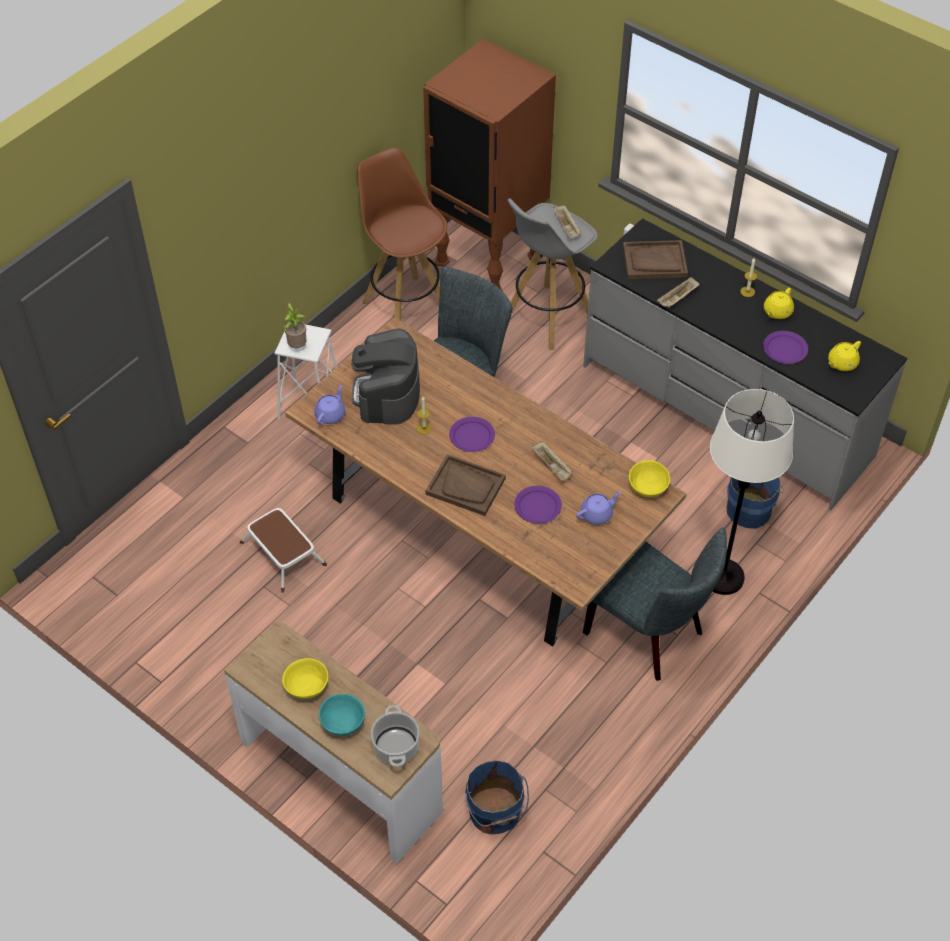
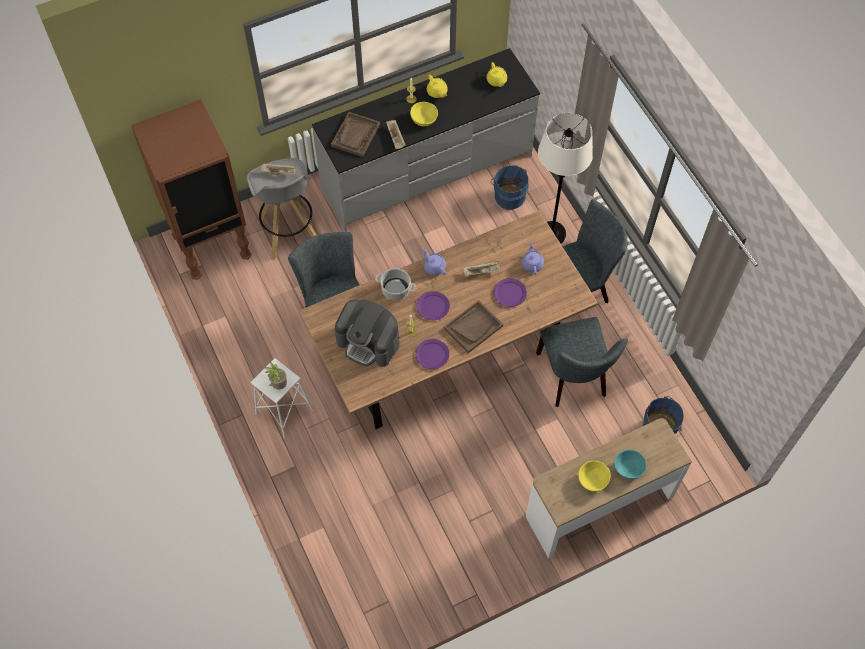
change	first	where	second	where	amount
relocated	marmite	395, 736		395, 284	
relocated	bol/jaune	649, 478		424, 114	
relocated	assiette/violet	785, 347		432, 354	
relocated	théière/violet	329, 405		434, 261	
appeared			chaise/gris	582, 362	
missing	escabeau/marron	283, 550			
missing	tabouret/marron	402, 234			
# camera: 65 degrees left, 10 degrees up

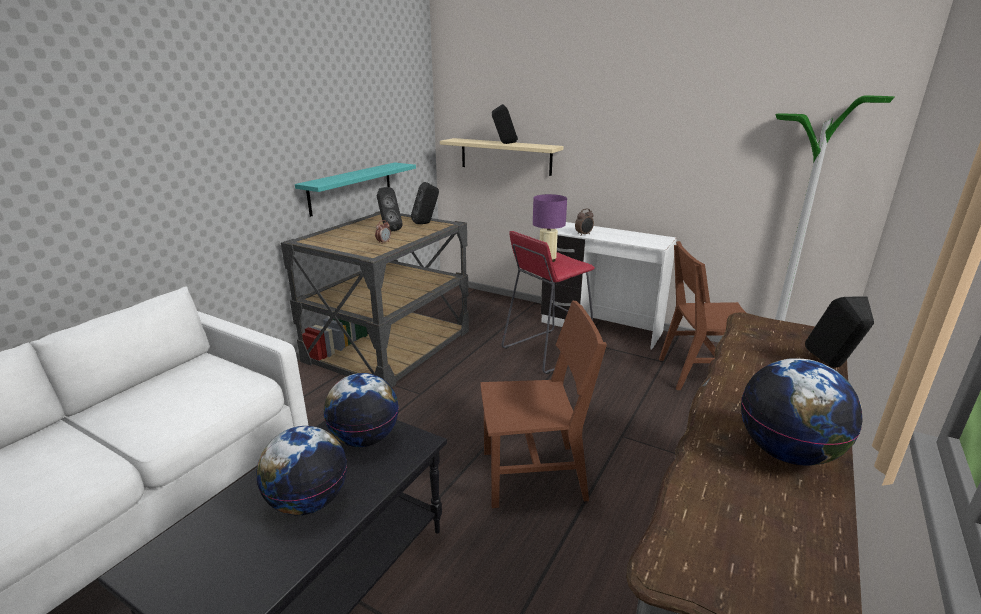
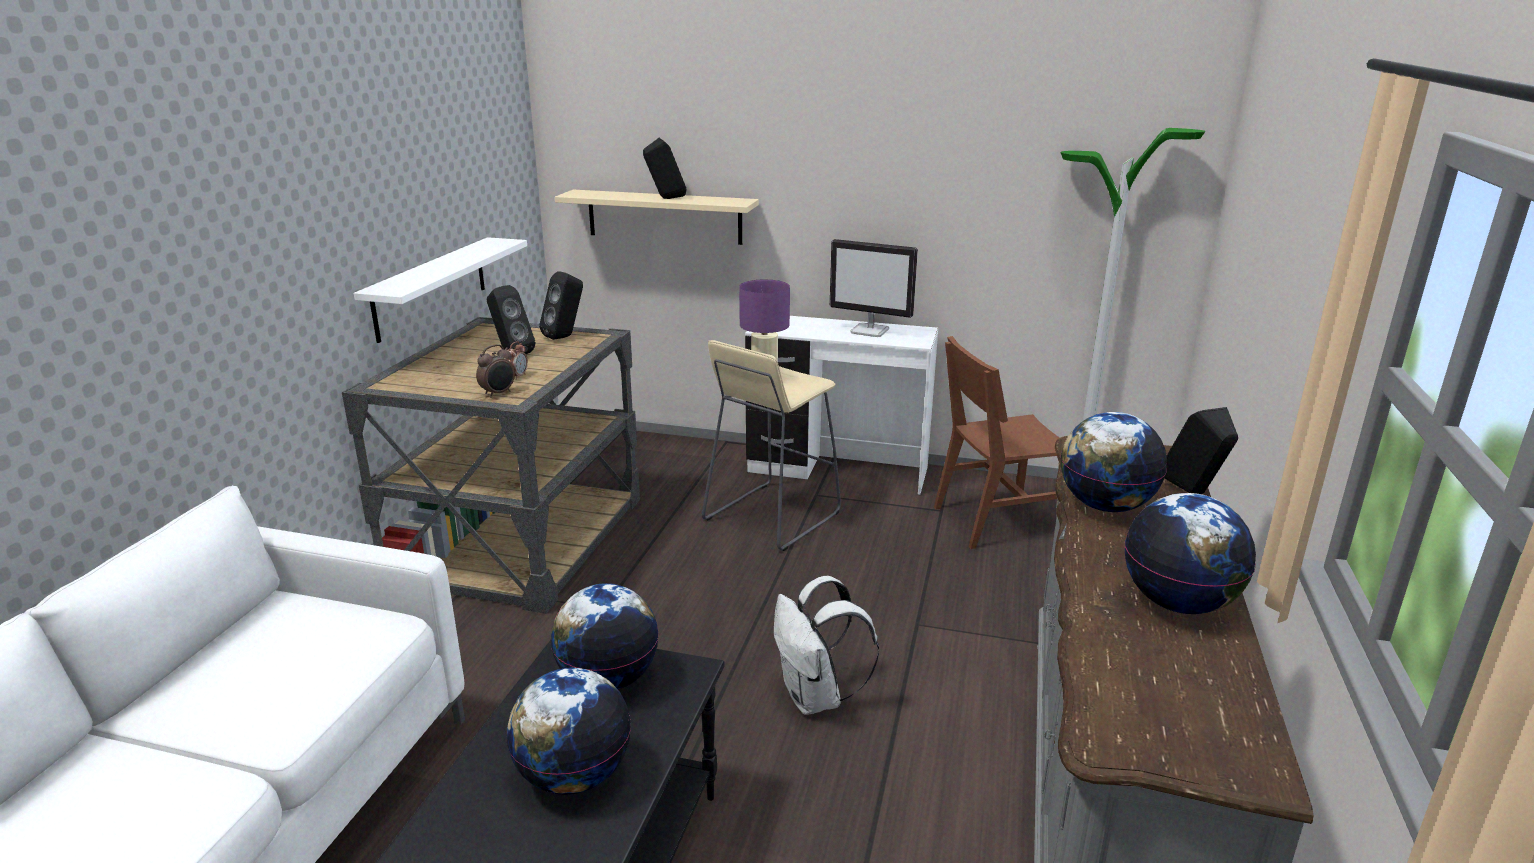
change	first	where	second	where	amount
colour	étagère/turquoise	355, 189	étagère/blanc	440, 290	
relocated	réveil	584, 222		495, 371	
colour	tabouret/rouge	548, 302	tabouret/beige	771, 445	
exchanged	chaise/marron	543, 404	sac à dos/blanc	826, 645	
appeared			écran d'ordinateur	874, 288	
appeared			globe	1114, 462	
# camera: 15 degrees left, 0 degrees up

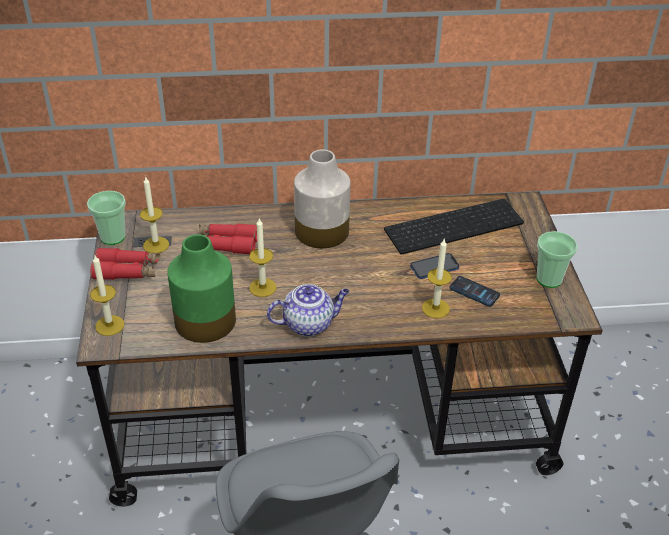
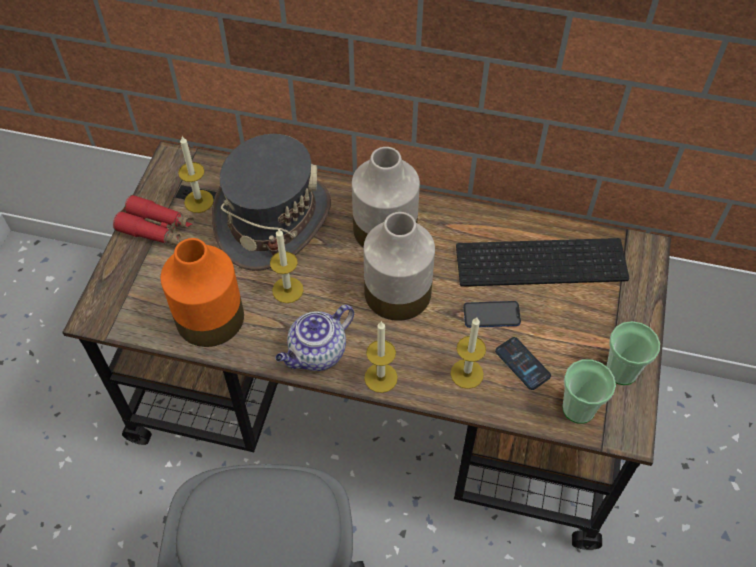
change	first	where	second	where	amount
colour	vase/vert	201, 288	vase/orange	202, 292	
exchanged	jumelles/rouge	228, 239	chapeau/gris	271, 202	
spun	théière	308, 310		315, 338	135 degrees clockwise
appeared			vase/beige	399, 266	
relocated	bougie	107, 295		381, 357	
relocated	tasse	106, 218		589, 391	
# camera: 20 degrees right, 15 degrees up

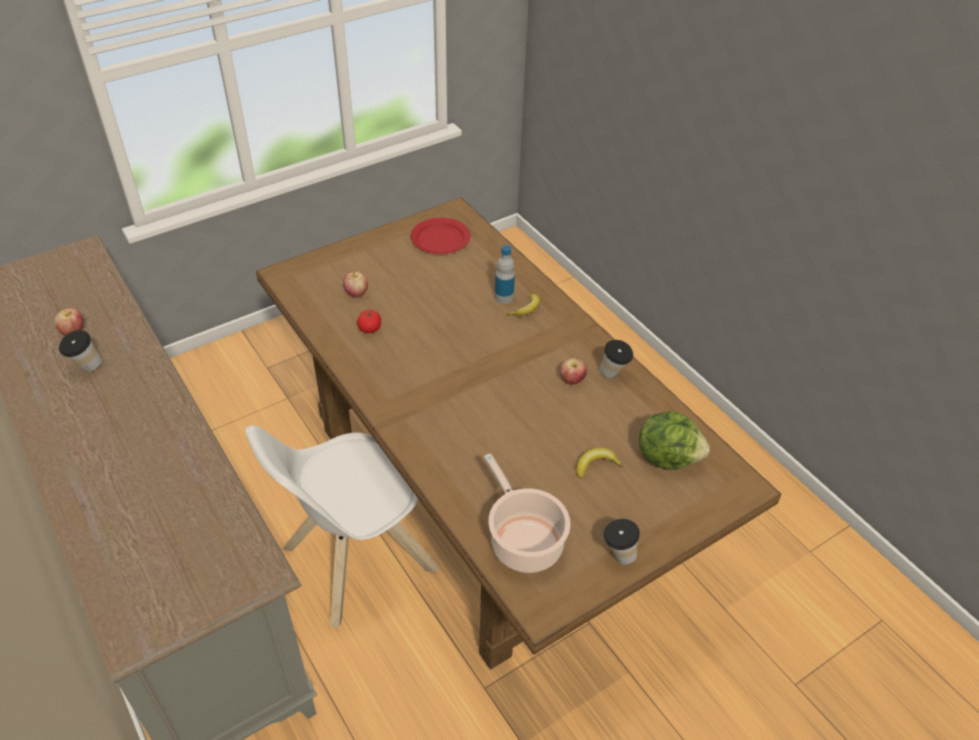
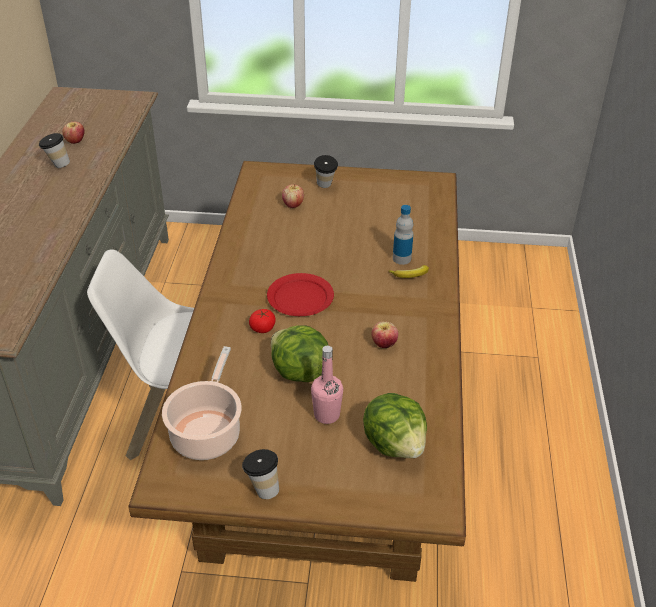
change	first	where	second	where	amount
relocated	tomate	369, 321		262, 321	
relocated	assiette/rouge	440, 236		300, 294	
appeared			laitue	300, 353	
exchanged	banane	599, 463	bouteille/rose	327, 385	
relocated	tasse	616, 359		326, 171	
# camera: 40 degrees right, 5 degrees down

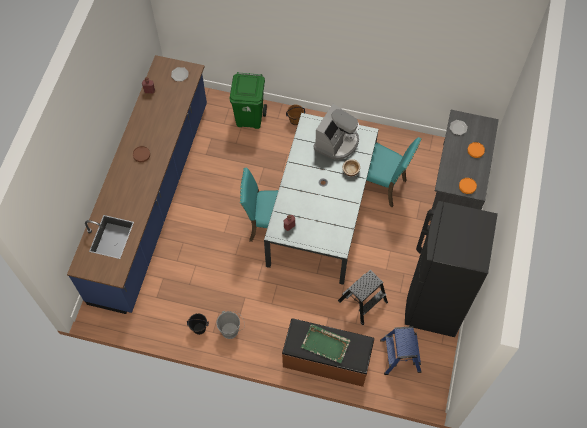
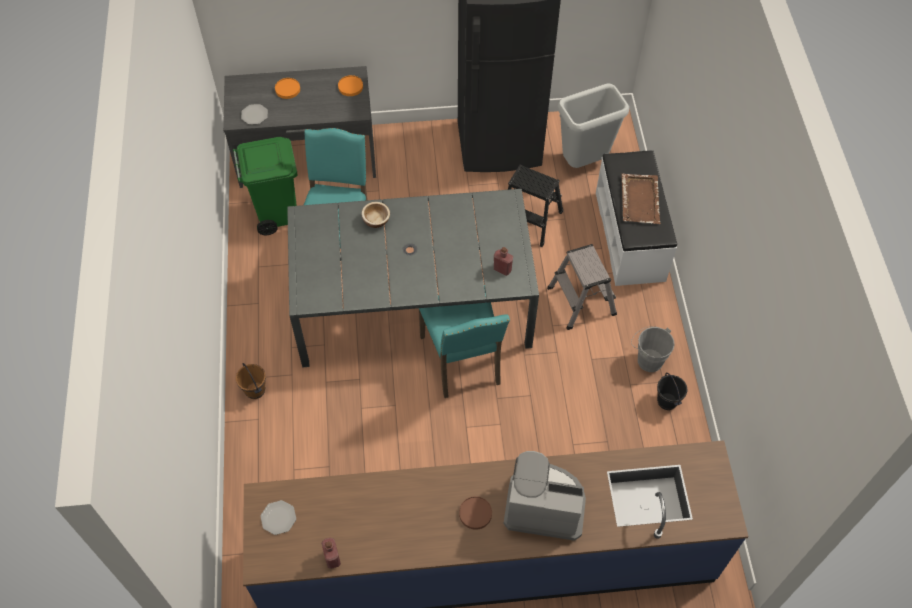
change	first	where	second	where	amount
relocated	poubelle/vert	248, 100		265, 186	
relocated	machine à café	336, 132		544, 496	
appeared			escabeau/gris	582, 287	
exchanged	escabeau/bleu	400, 350	poubelle/gris	593, 125	
colour	banc/marron	328, 352	banc/blanc	636, 218	
colour	plateau/vert	326, 343	plateau/marron	641, 198	
# camera: 110 degrees left, 5 degrees down

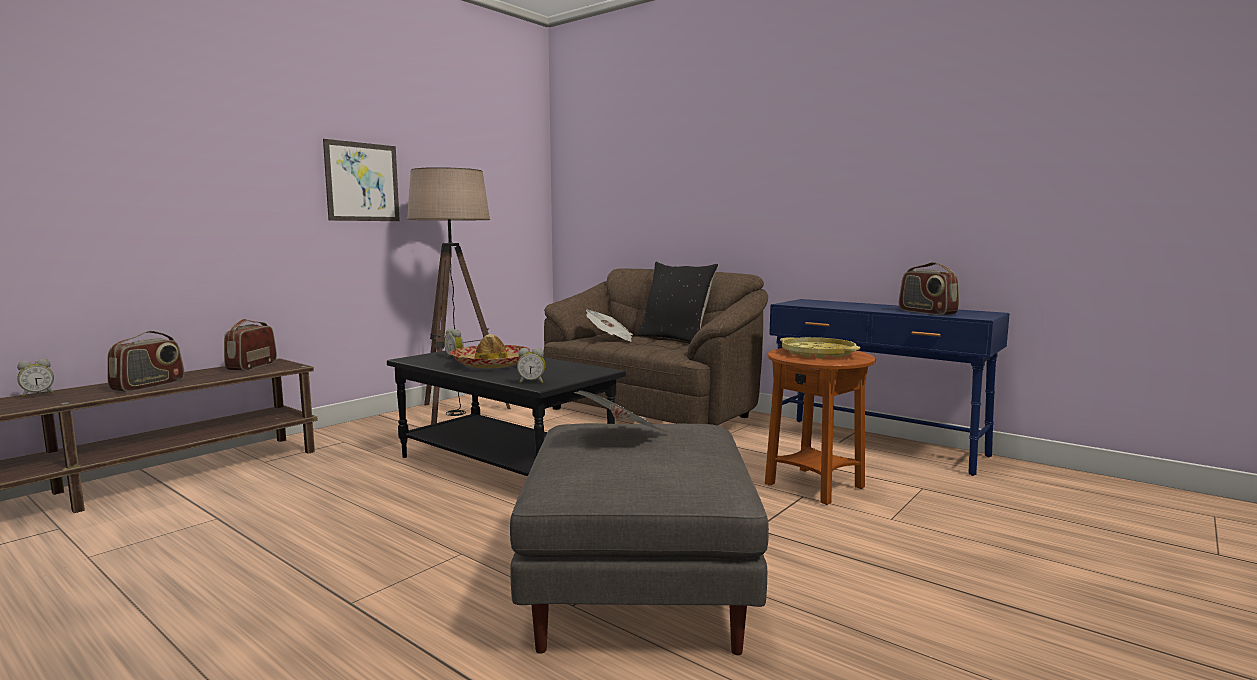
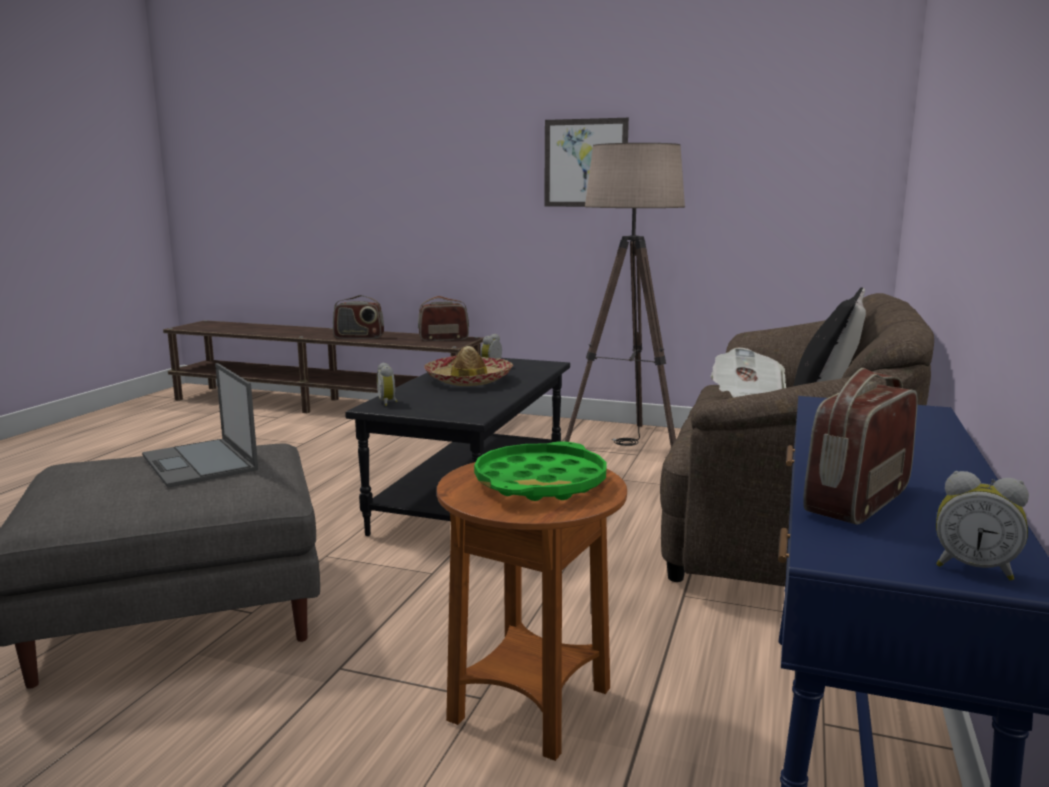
change	first	where	second	where	amount
exchanged	journal	620, 410	ordinateur portable	200, 425	
colour	plateau/jaune	820, 348	plateau/vert	540, 471	
relocated	réveil	35, 378		982, 525	
# camera: 70 degrees right, 5 degrees up

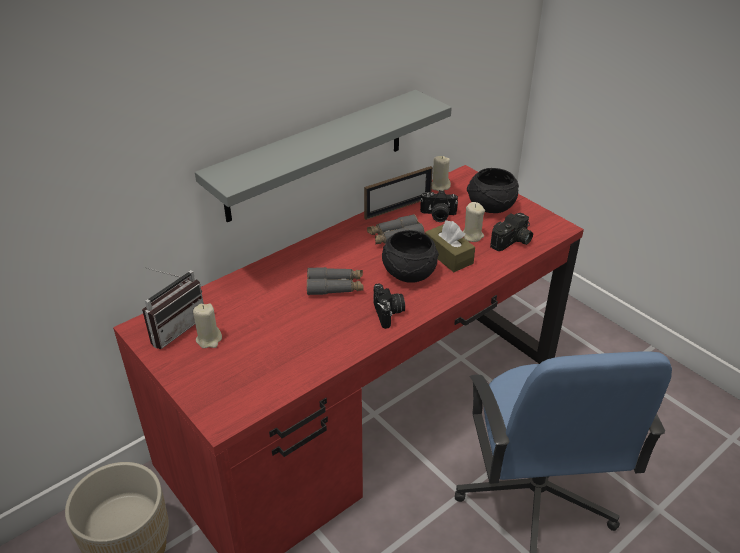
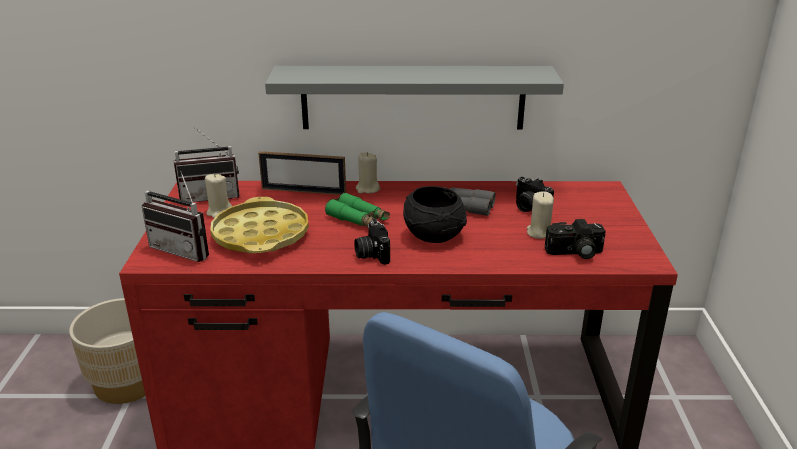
change	first	where	second	where	amount
appeared			radio	175, 216	
appeared			plateau/jaune	259, 225	
relocated	cadre photo	398, 193		302, 173	
colour	jumelles/gris	335, 281	jumelles/vert	357, 210	
spun	appareil photo	389, 306		372, 242	135 degrees clockwise
relocated	bougie/beige	441, 174		368, 173	
missing	boîte à mouchoirs/marron	450, 246			
missing	bol/noir	493, 190			
# camera: 40 degrees right, 10 degrees down

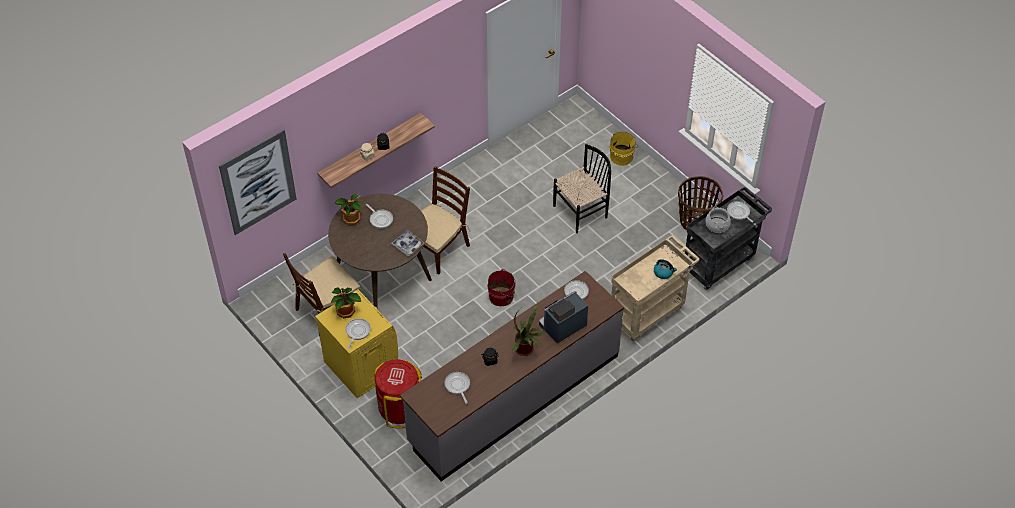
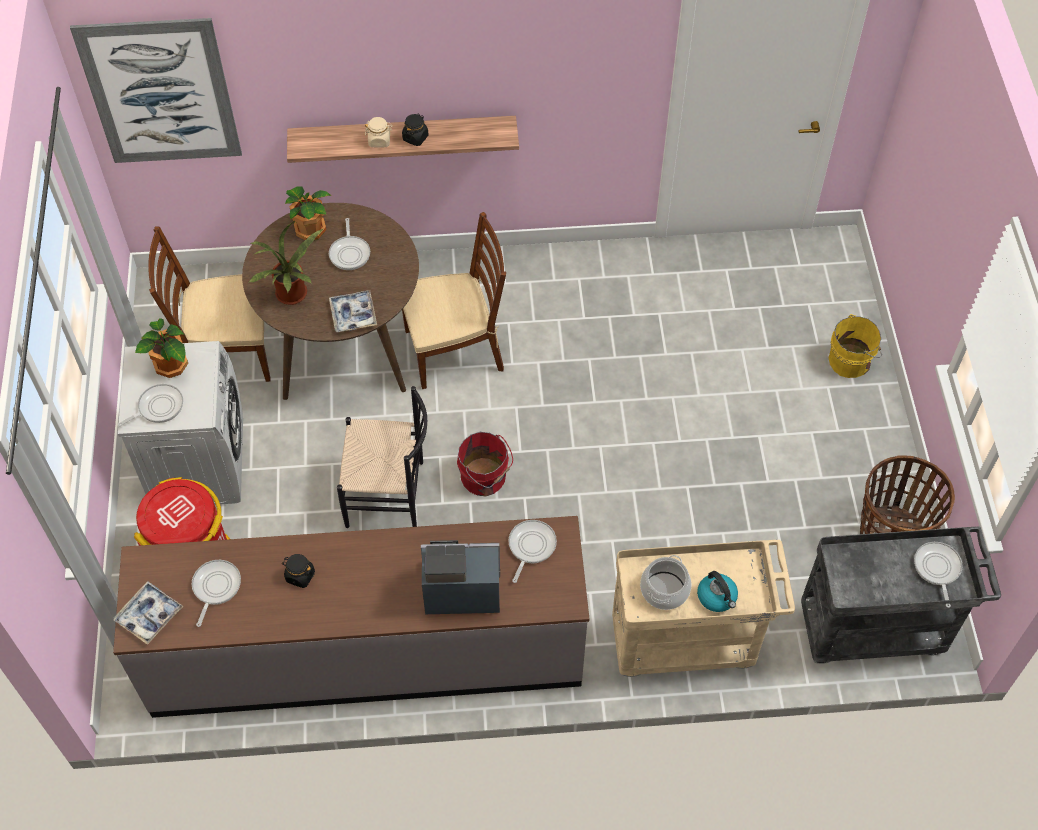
change	first	where	second	where	amount
appeared			plateau	148, 613	
colour	lave-linge/jaune	356, 343	lave-linge/blanc	180, 423	
relocated	plante en pot	529, 330		286, 263	
relocated	chaise/noir	582, 188		382, 457	
relocated	marmite	718, 220		665, 582	
# camera: 35 degrees right, 5 degrees up

